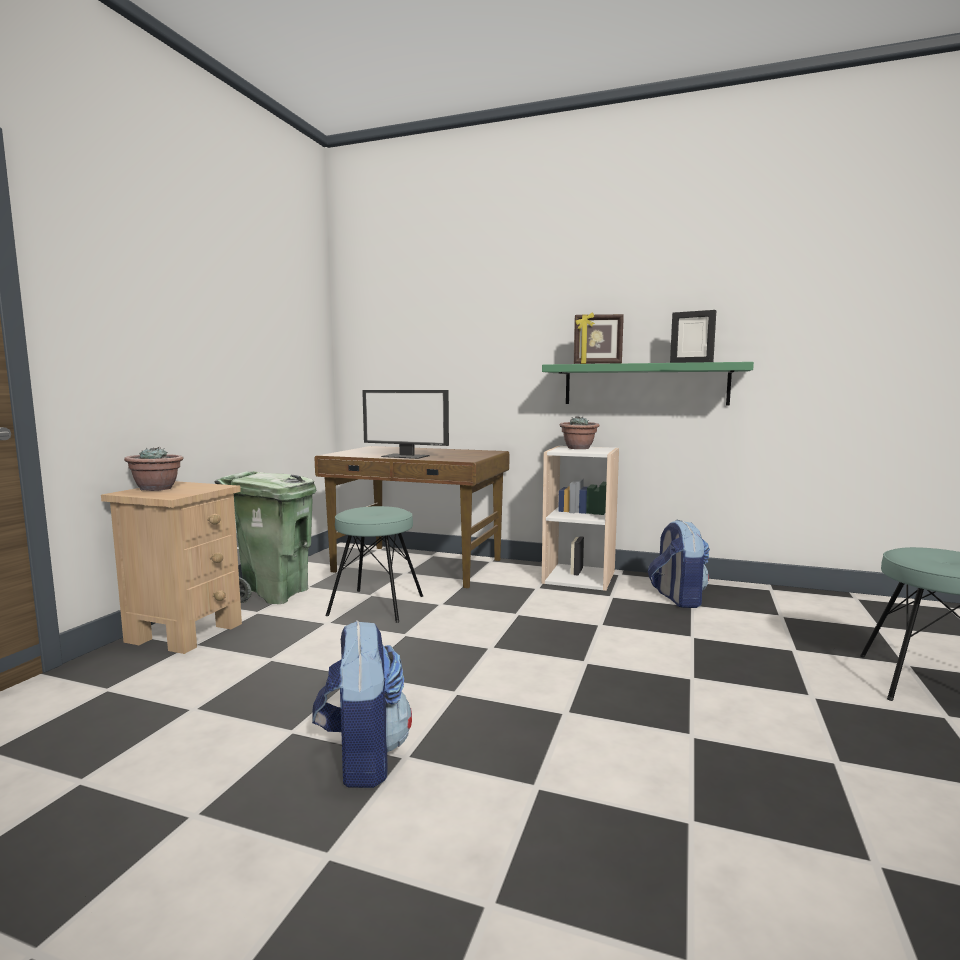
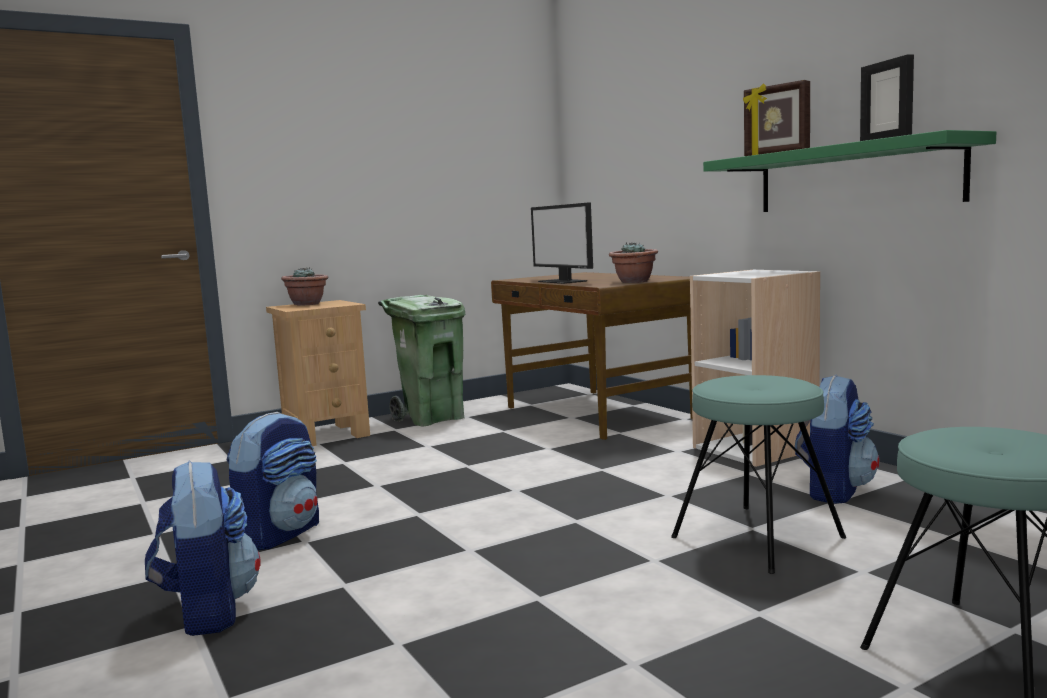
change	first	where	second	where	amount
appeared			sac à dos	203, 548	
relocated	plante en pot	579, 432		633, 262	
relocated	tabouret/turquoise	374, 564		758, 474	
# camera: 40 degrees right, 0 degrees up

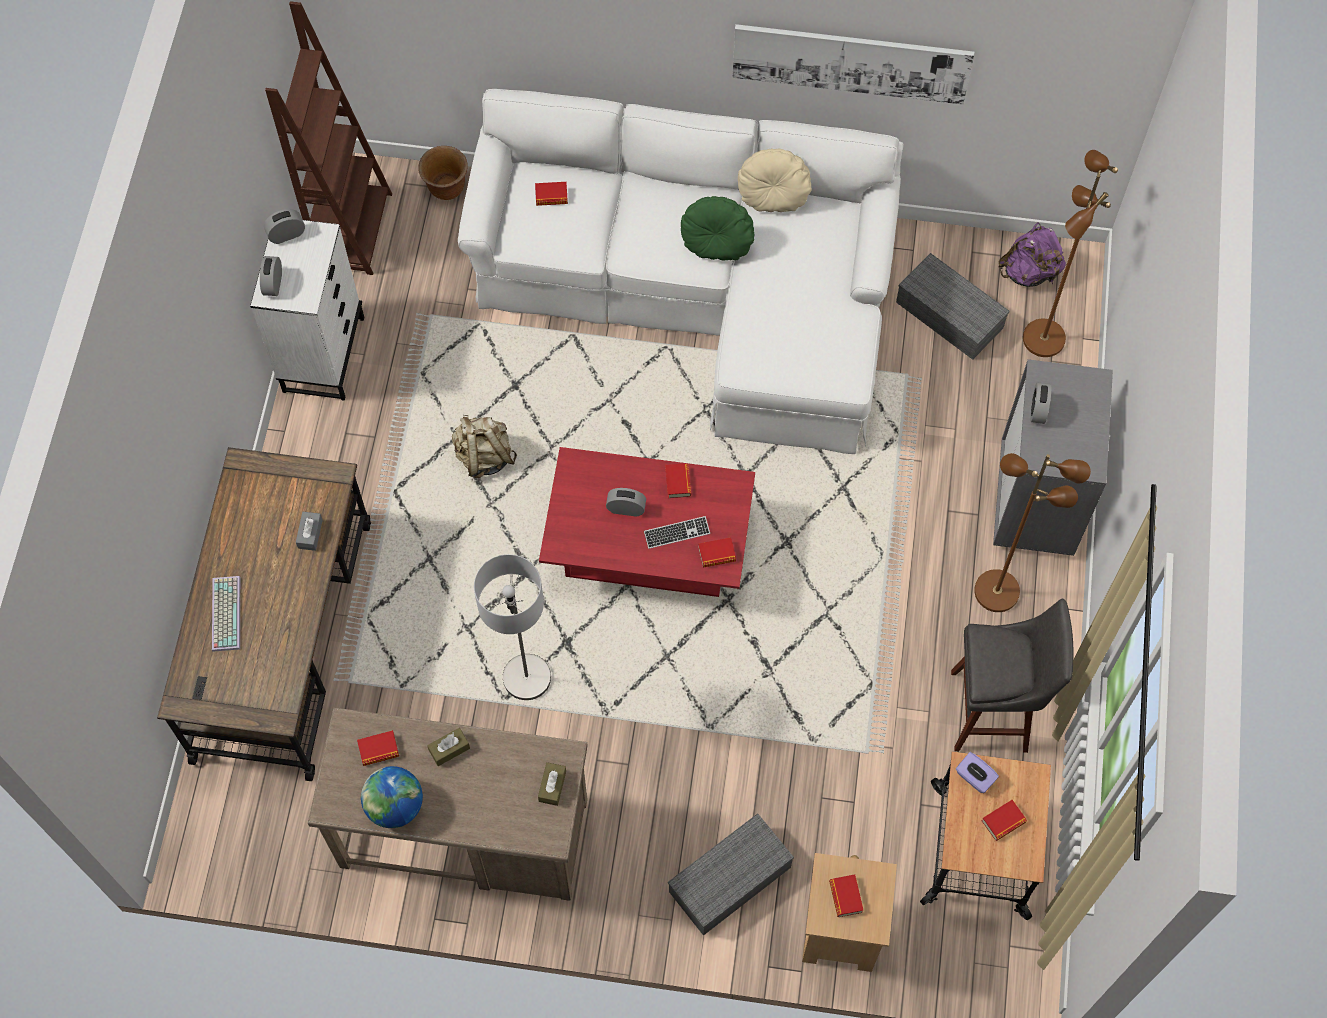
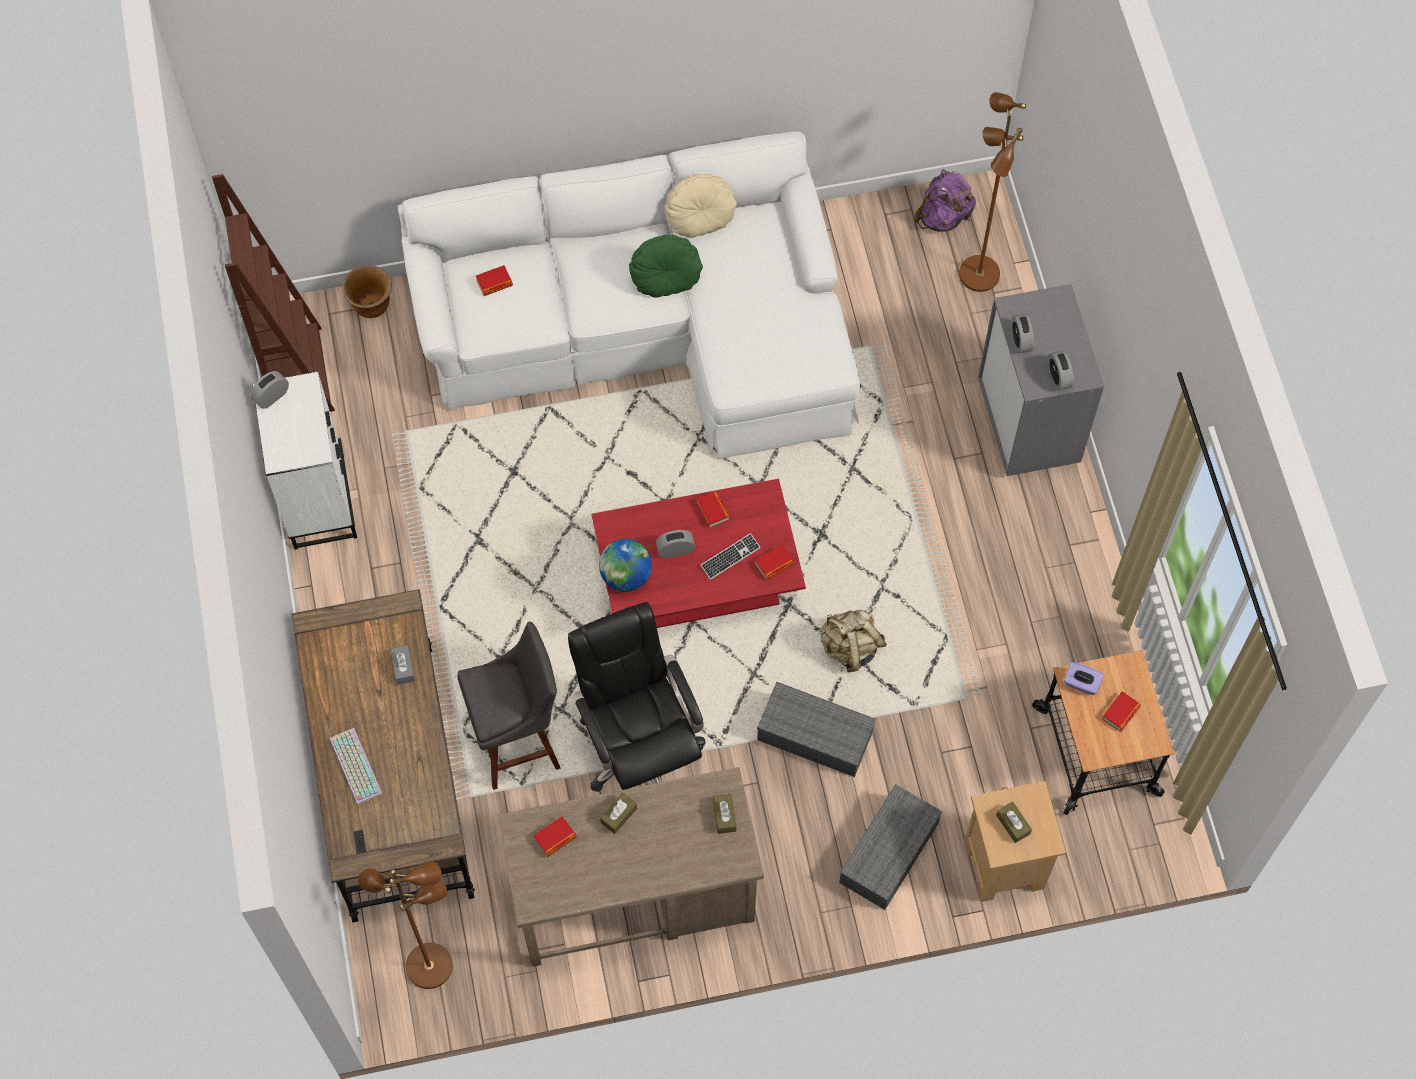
change	first	where	second	where	amount
relocated	lampadaire/marron	1032, 532		405, 925	
relocated	tabouret/gris	1012, 676		508, 706	
exchanged	lampadaire/gris	512, 627	chaise de bureau/noir	636, 697	
relocated	globe	392, 797		625, 565	
relocated	boîte de rangement/gris	953, 306		816, 729	
relocated	sac à dos/beige	484, 446		853, 641	
exchanged	livre	846, 895	boîte à mouchoirs/marron	1014, 822	
relocated	réveil	271, 276		1061, 370	
missing	tableau	853, 64			
# camera: 20 degrees left, 0 degrees up

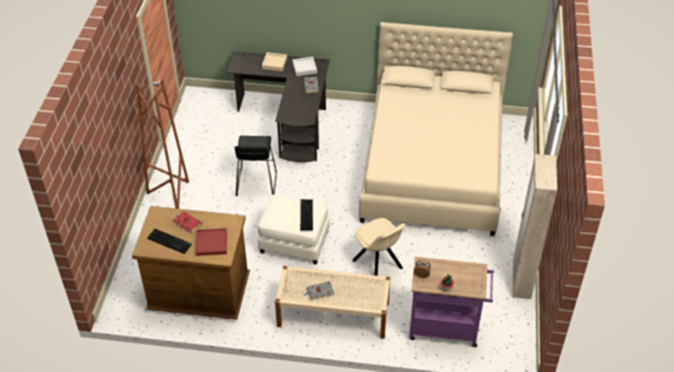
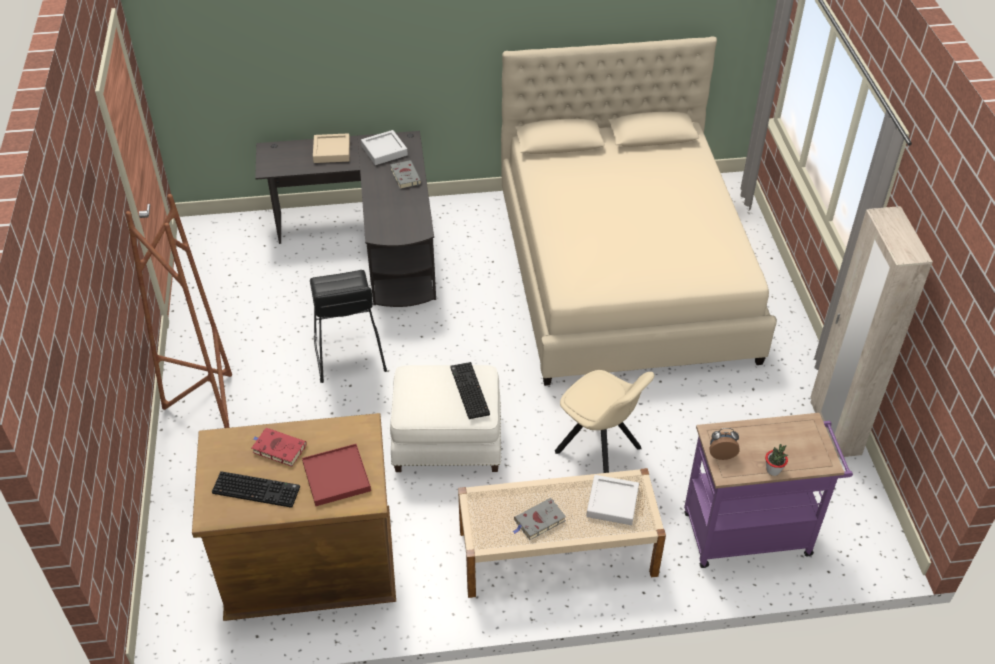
change	first	where	second	where	amount
appeared			plateau/gris	612, 500	
# camera: 15 degrees left, 0 degrees up

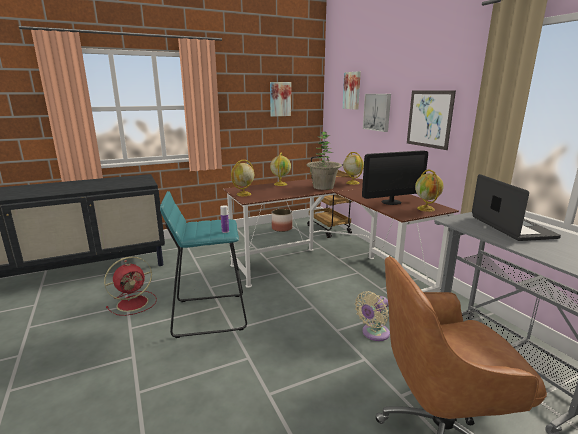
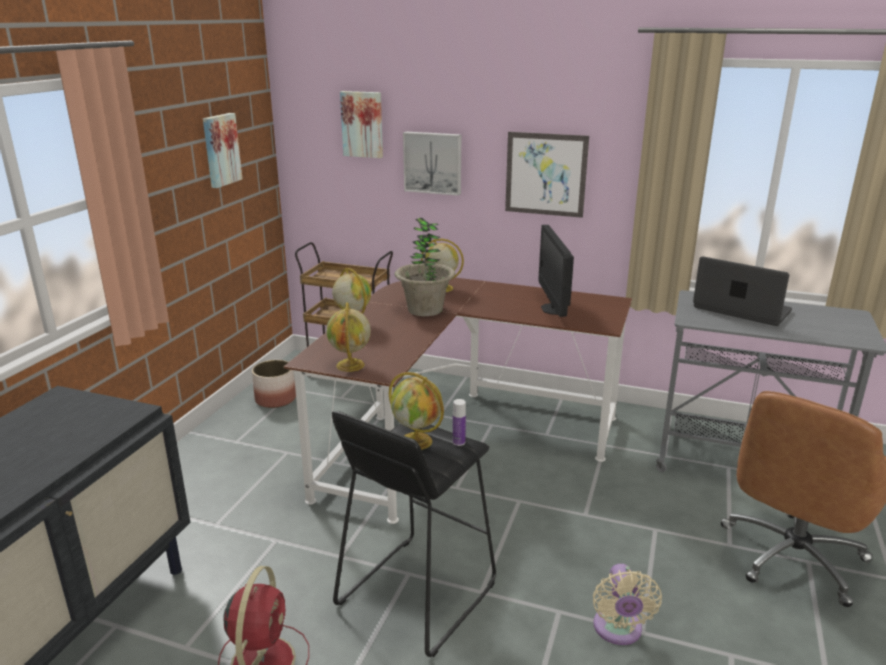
change	first	where	second	where	amount
colour	tabouret/turquoise	203, 264	tabouret/noir	414, 534	
relocated	globe	429, 190		416, 411	
spun	écran d'ordinateur	395, 177		556, 271	150 degrees clockwise
relocated	ventilateur/beige	372, 316		627, 604	
# camera: 45 degrees left, 5 degrees up

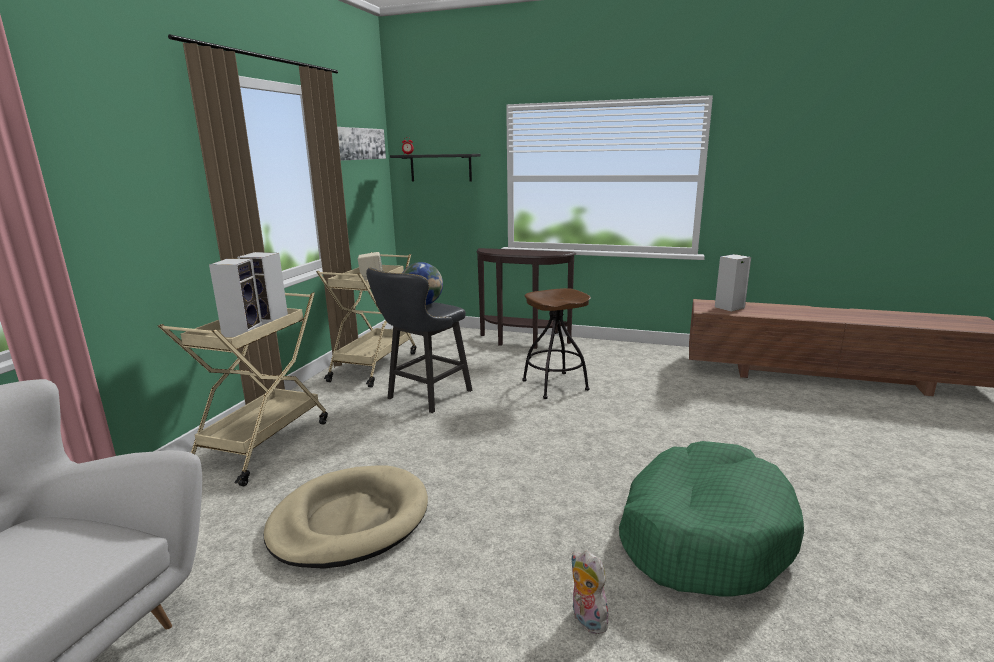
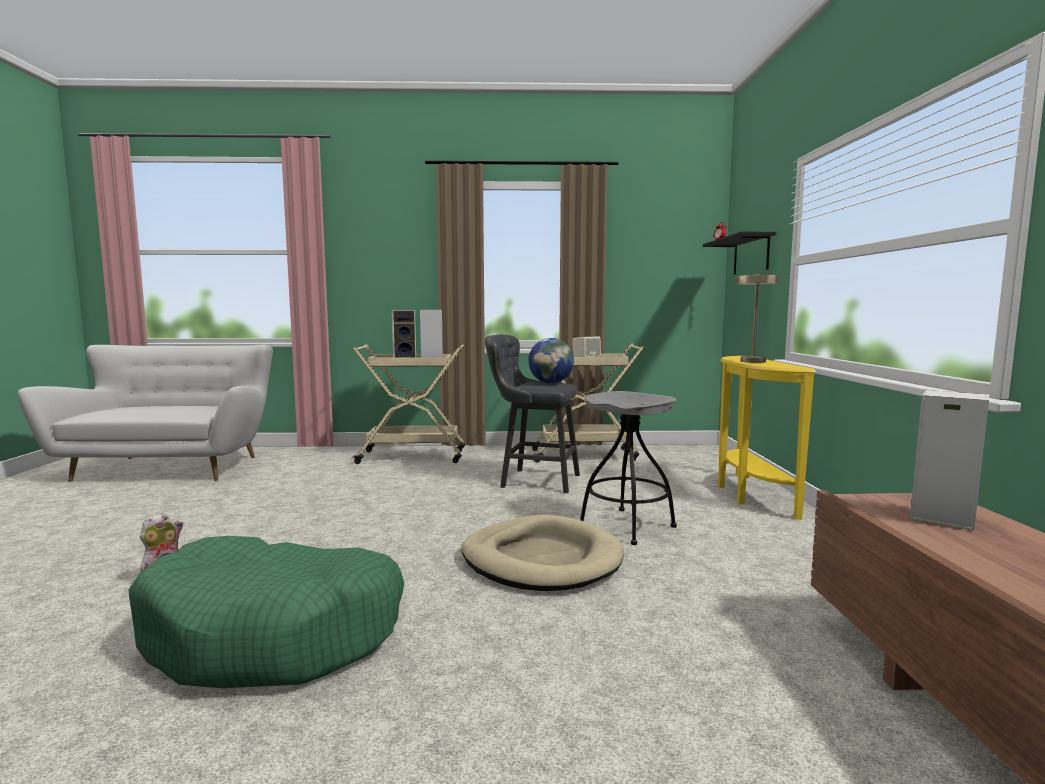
change	first	where	second	where	amount
relocated	panier pour chien/beige	346, 517		542, 553	
colour	tabouret/marron	556, 343	tabouret/gris	628, 468	
colour	table console/marron	526, 298	table console/jaune	767, 438	
appeared			lampe de table/beige	758, 318	
missing	tableau	361, 144			
# camera: 70 degrees right, 10 degrees down

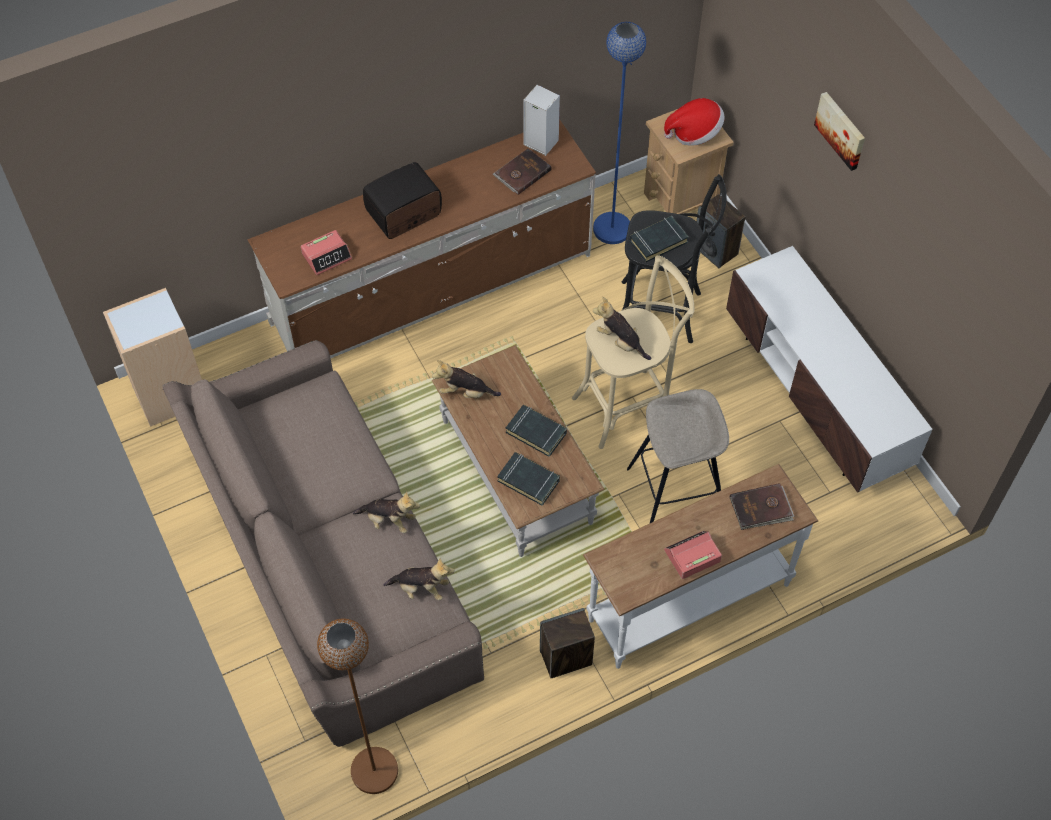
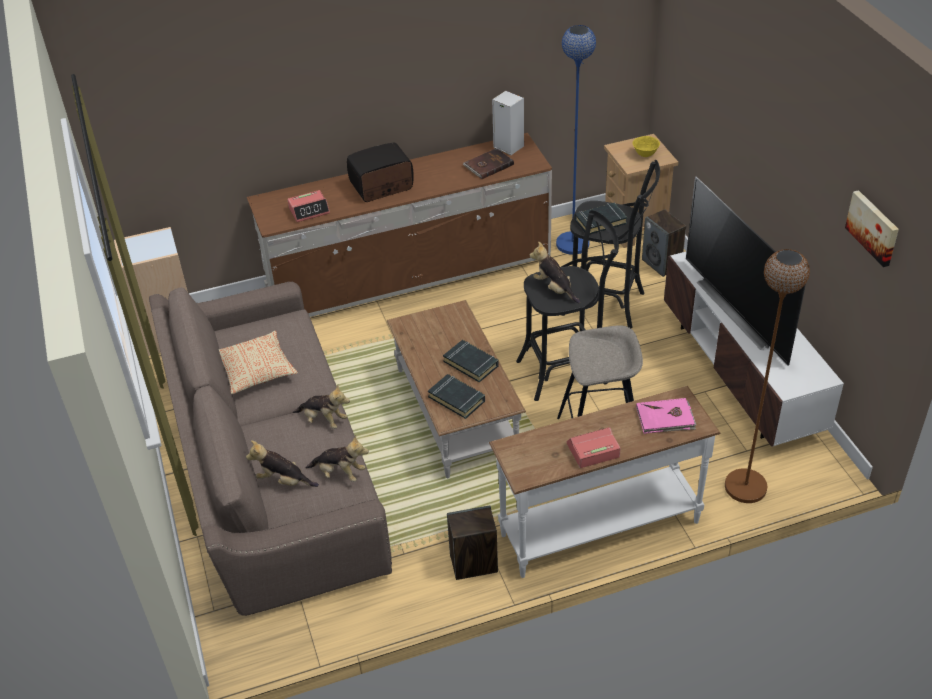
change	first	where	second	where	amount
appeared			coussin/beige	258, 362	
relocated	peluche	466, 379		282, 463	
colour	tabouret/beige	633, 352	tabouret/noir	567, 305	
exchanged	chapeau	694, 122	bol/jaune	646, 146	
colour	livre/marron	762, 506	livre/rose	666, 416	
appeared			téléviseur	746, 271	
relocated	lampadaire/marron	357, 706		767, 376	
relocated	tableau	839, 131		872, 228	
# camera: 10 degrees right, 15 degrees down

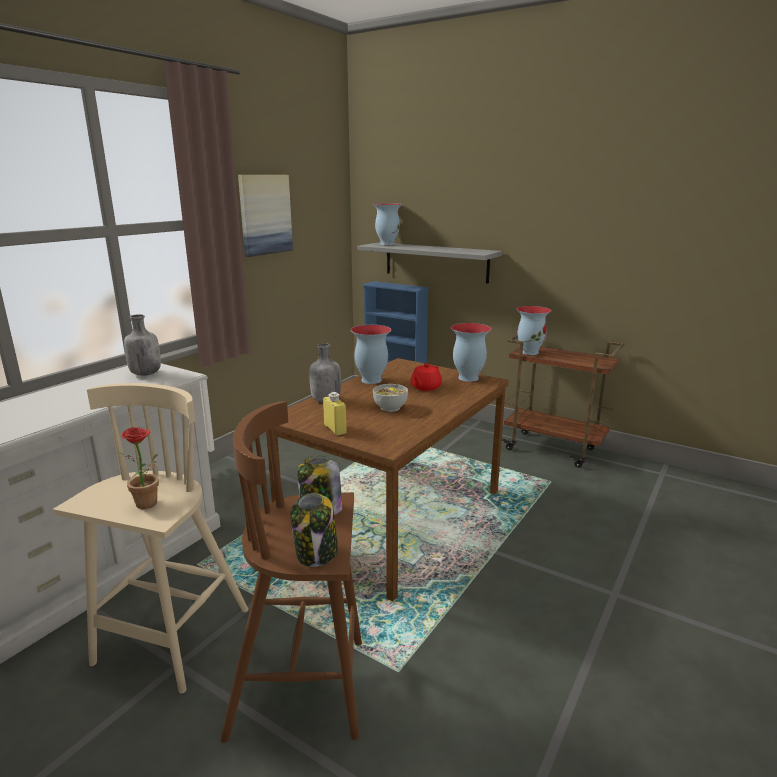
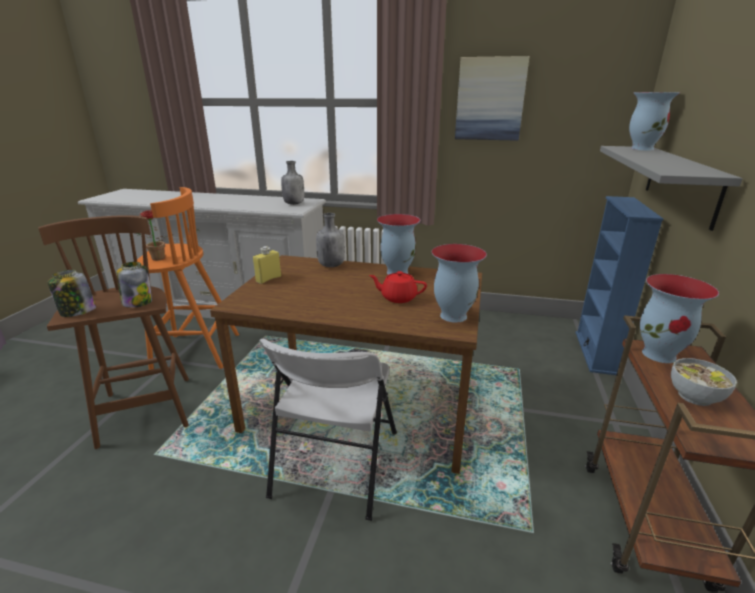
change	first	where	second	where	amount
colour	tabouret/beige	150, 538	tabouret/orange	188, 278	
appeared			chaise/blanc	328, 430	
relocated	bol	390, 398		704, 382	
# camera: 70 degrees right, 5 degrees up

